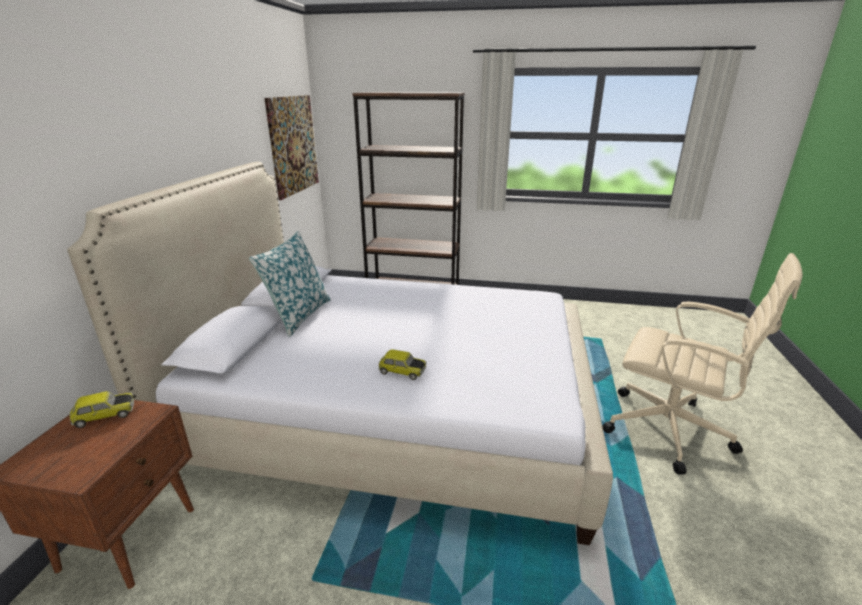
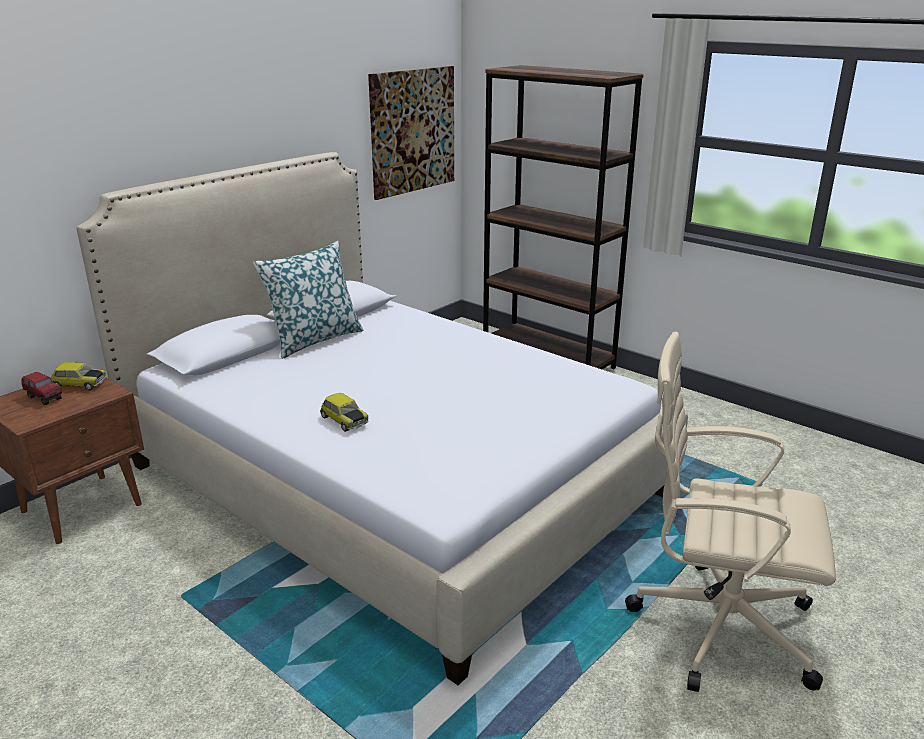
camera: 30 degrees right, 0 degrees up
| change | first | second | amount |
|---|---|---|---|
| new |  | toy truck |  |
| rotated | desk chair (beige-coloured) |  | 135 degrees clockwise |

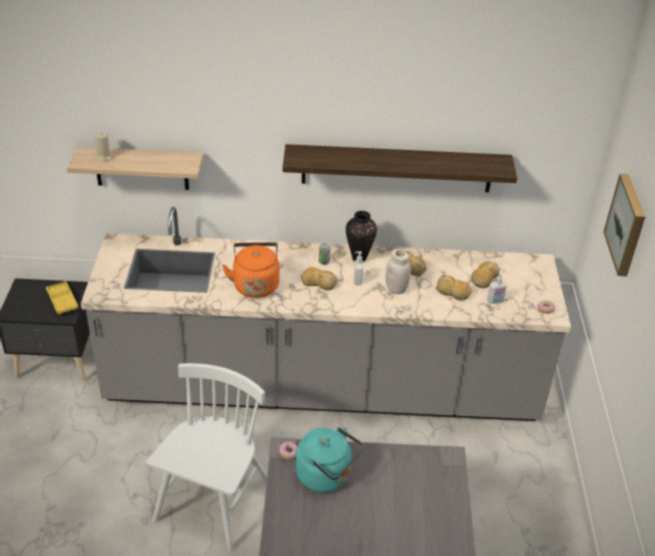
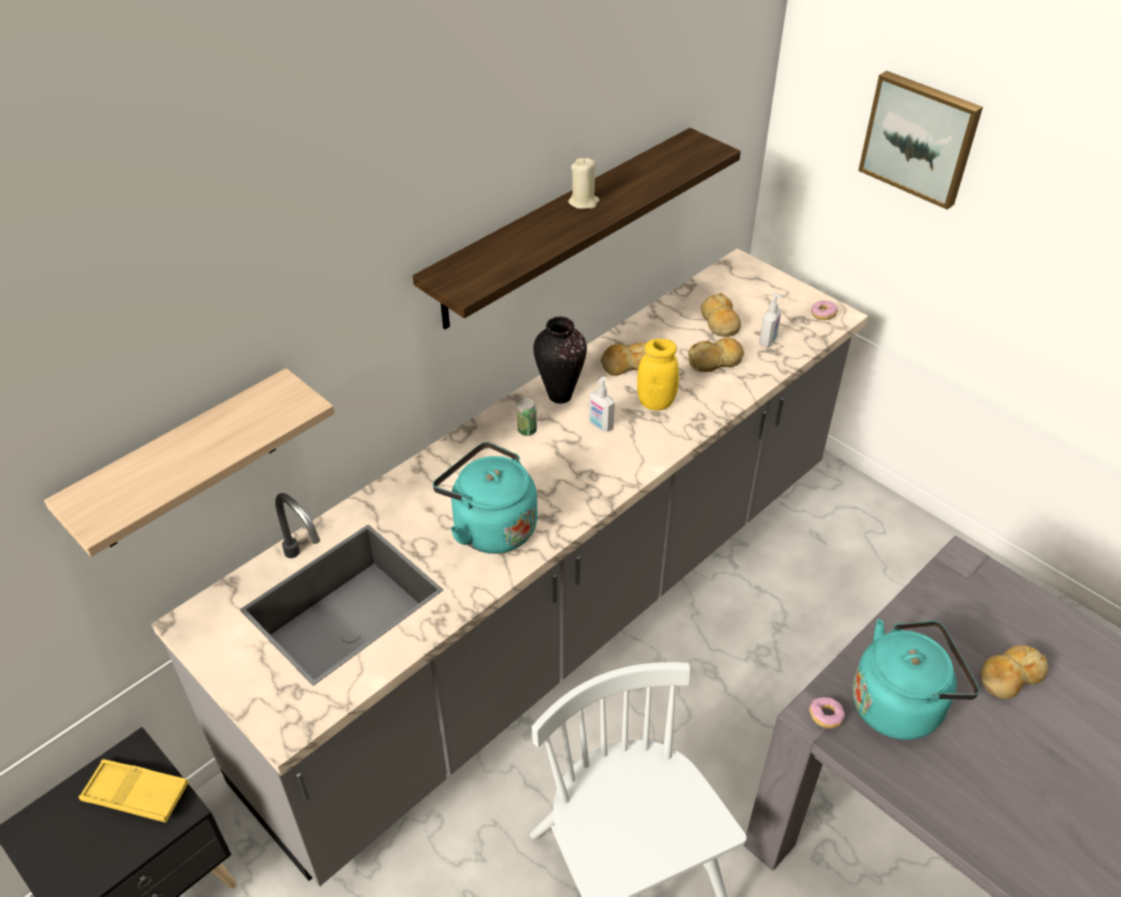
camera: 45 degrees left, 5 degrees up
| change | first | second | amount |
|---|---|---|---|
| repainted | kettle (orange) | kettle (turquoise-coloured) (no. 1 from left) |  |
| shifted | wax light (beige-coloured) |  |  |
| repainted | jar (white) | jar (yellow) |  |
| shifted | bread (no. 1 from left in the first image) | bread (no. 4 from left) |  |

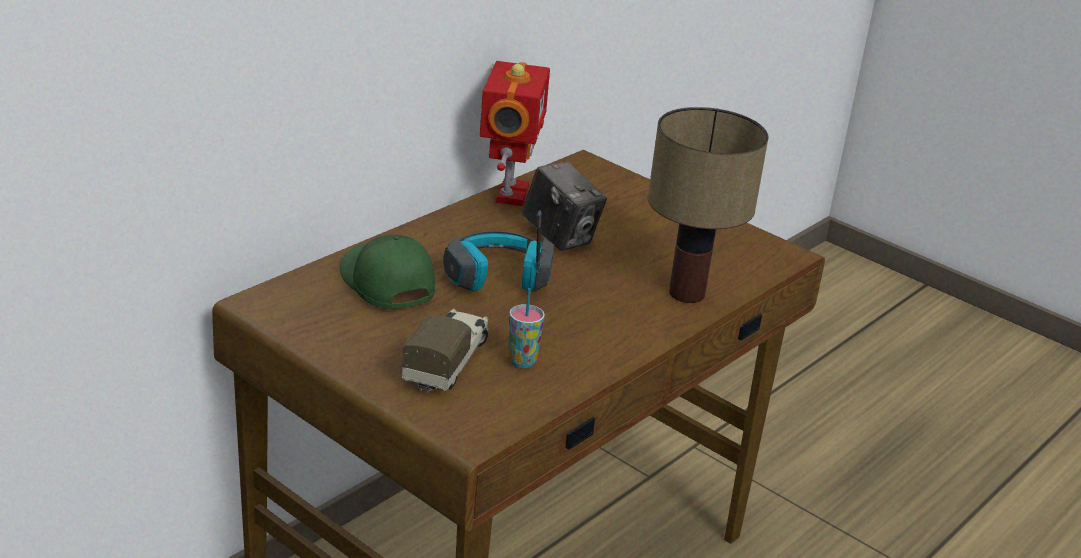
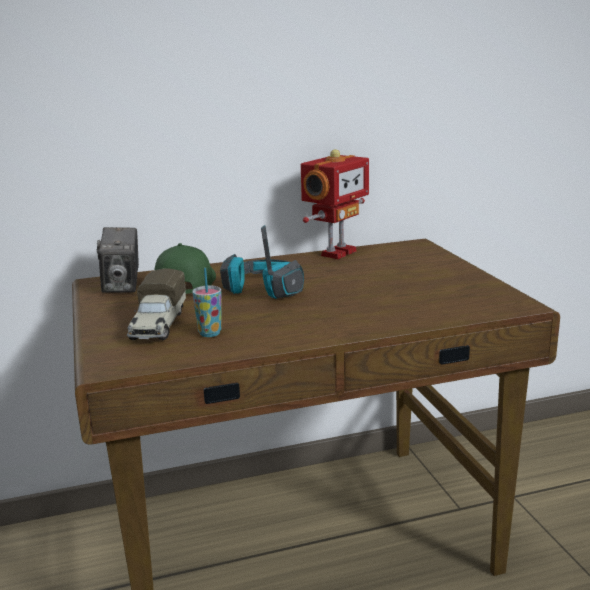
camera: 35 degrees right, 10 degrees down
| change | first | second | amount |
|---|---|---|---|
| shifted | photo camera |  |  |
| rotated | toy truck |  | 135 degrees clockwise |
| gone | table lamp |  |  |

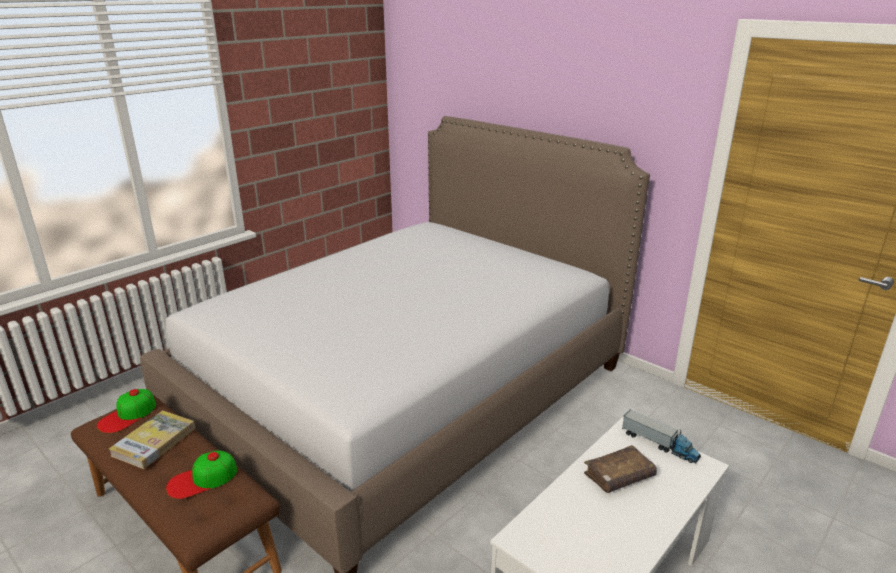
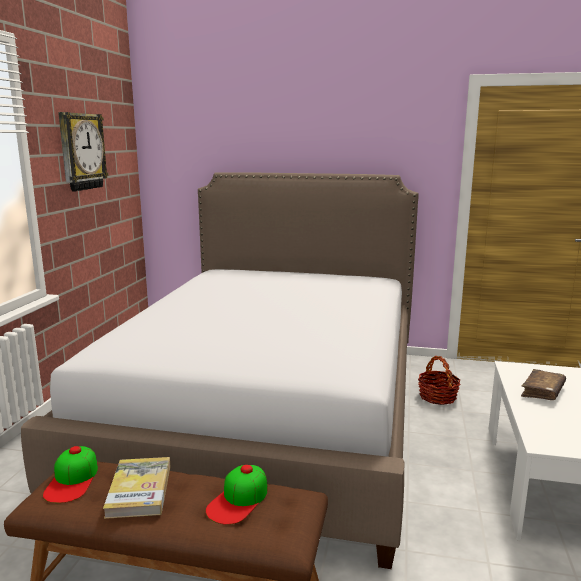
camera: 30 degrees left, 10 degrees down
| change | first | second | amount |
|---|---|---|---|
| new |  | hanging clock |  |
| new |  | basket |  |
| gone | toy truck |  |  |

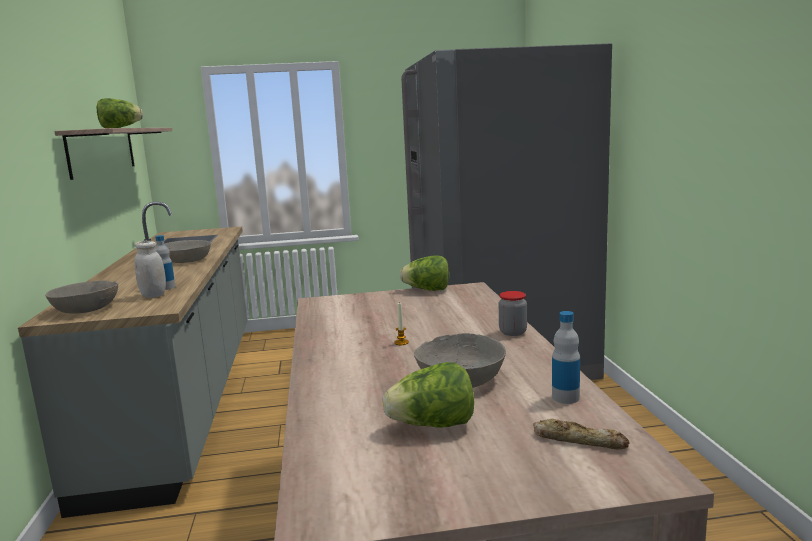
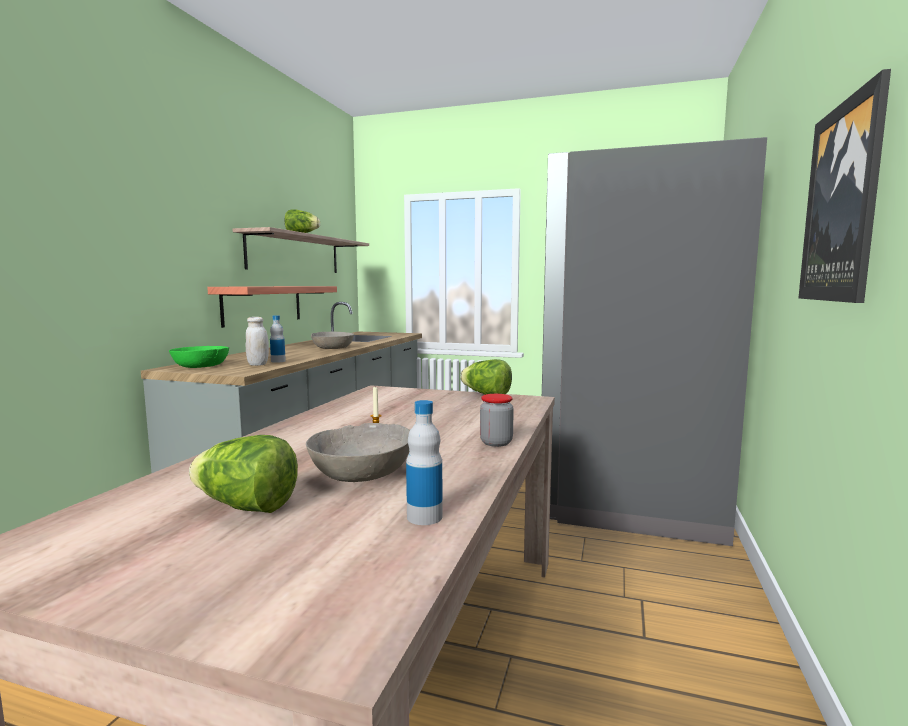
camera: 25 degrees right, 5 degrees down
| change | first | second | amount |
|---|---|---|---|
| repainted | serving bowl (grey) (no. 1 from left) | serving bowl (green) |  |
| new |  | shelf (no. 1 from left) |  |
| new |  | wall picture |  |
| gone | bread |  |  |

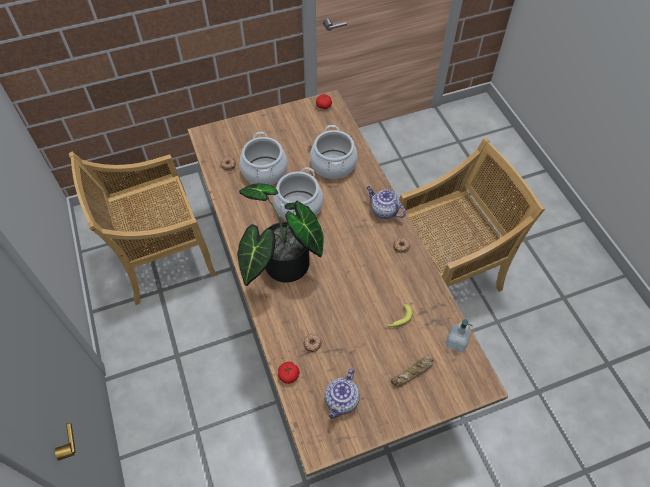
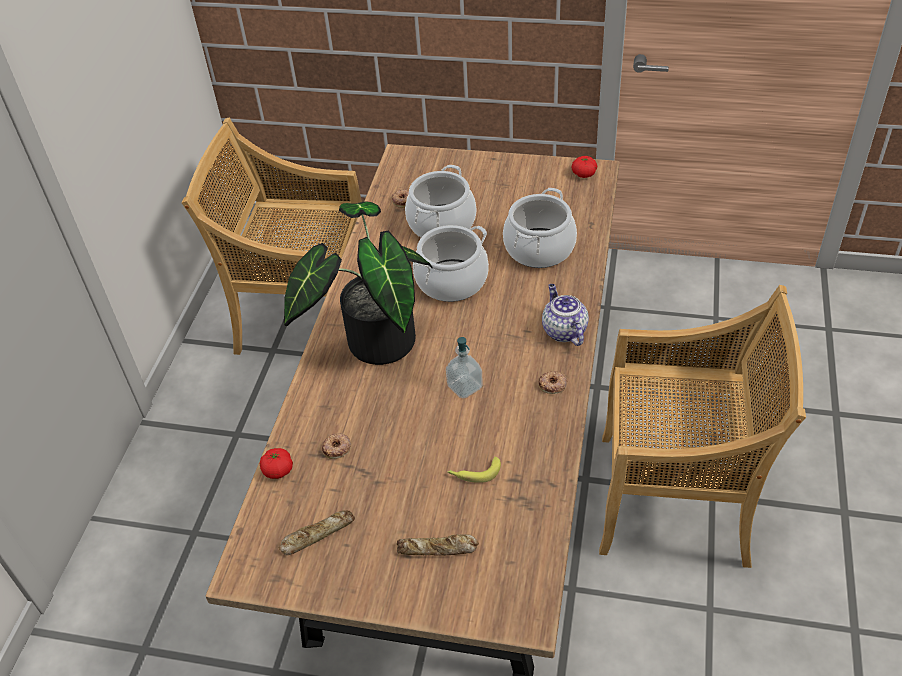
camera: 35 degrees right, 10 degrees down
| change | first | second | amount |
|---|---|---|---|
| swapped | pot for tea (no. 1 from left) | bread (no. 1 from left) |  |
| shifted | soap dispenser |  |  |

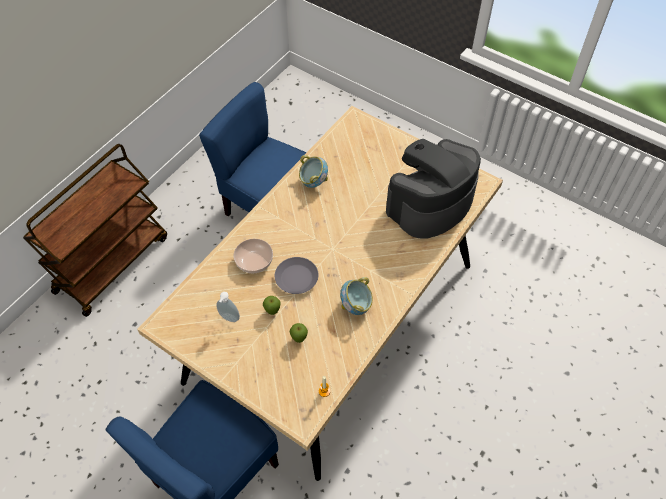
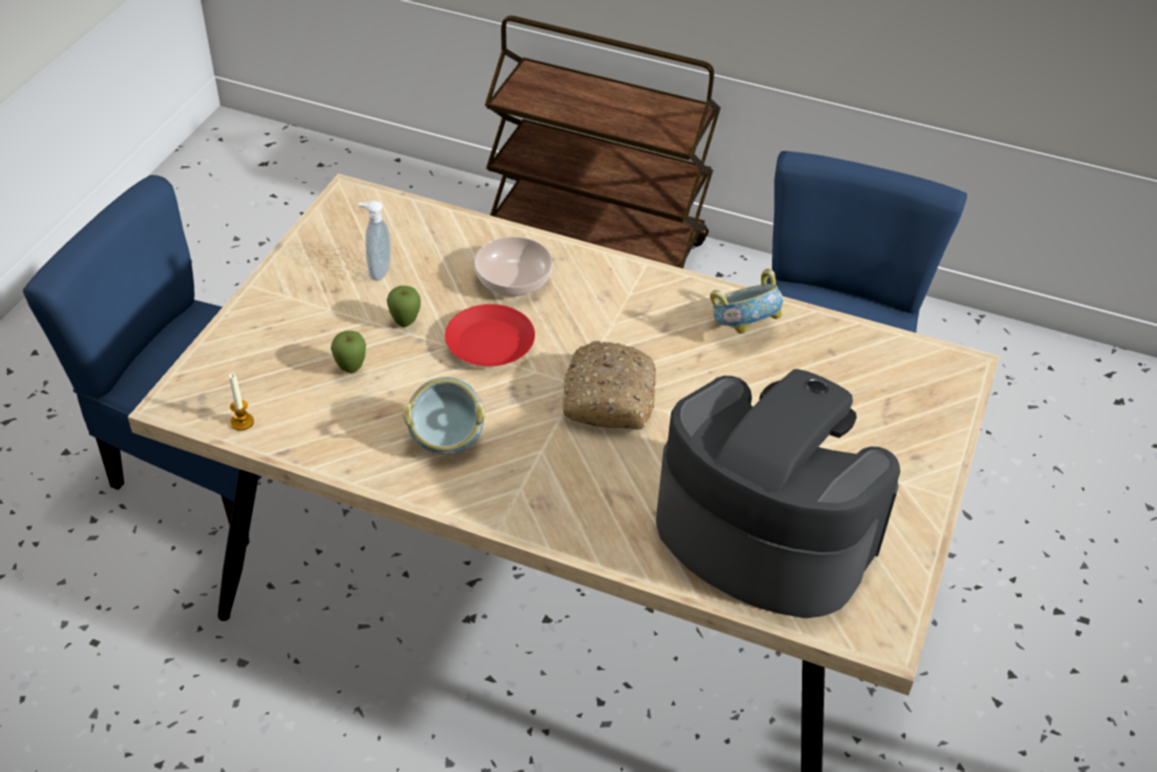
camera: 75 degrees right, 10 degrees down
| change | first | second | amount |
|---|---|---|---|
| repainted | plate (grey) | plate (red) |  |
| new |  | bread |  |

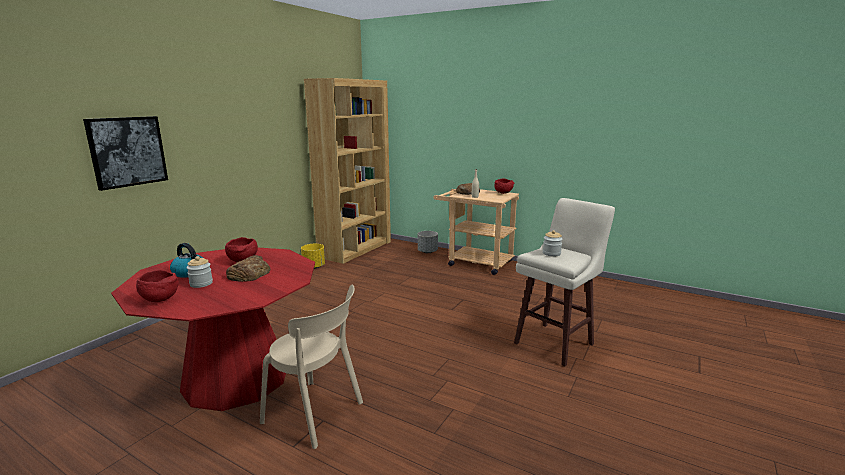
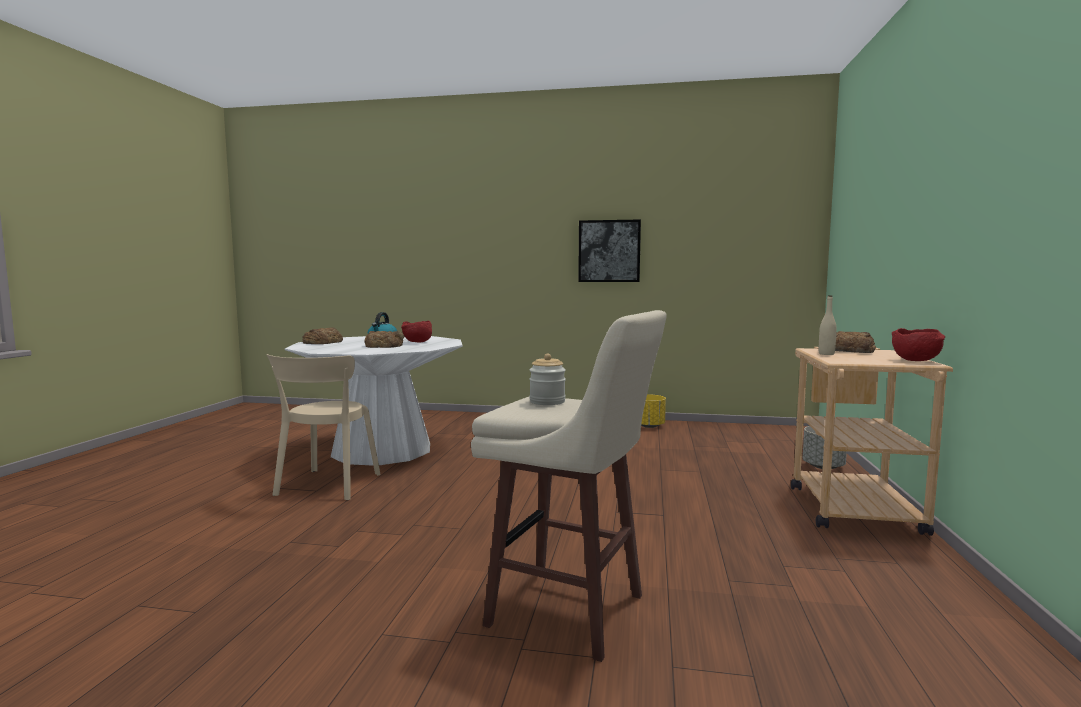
camera: 70 degrees right, 10 degrees down
| change | first | second | amount |
|---|---|---|---|
| repainted | dinner table (red) | dinner table (white) |  |
| swapped | serving bowl (red) (no. 1 from left) | bread (no. 1 from left) |  |
| shifted | wall picture |  |  |
| gone | jar (no. 1 from left) |  |  |
| gone | shelving unit (brown) |  |  |

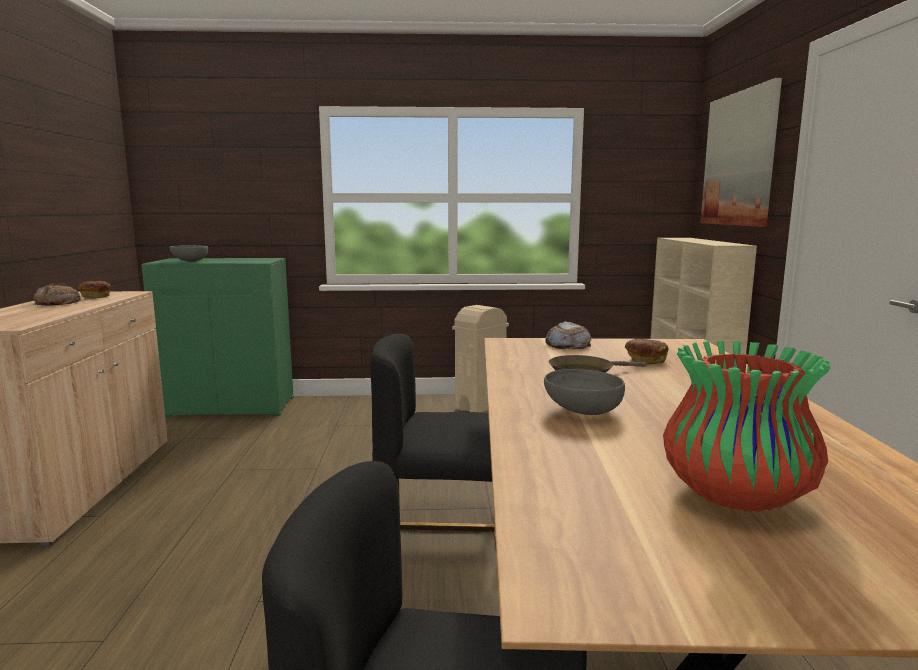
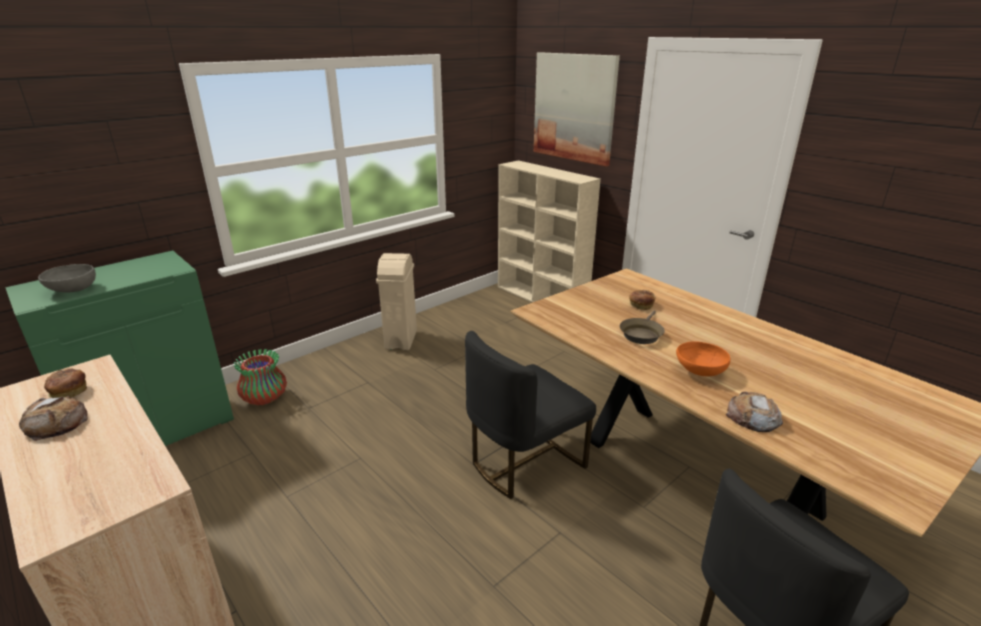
camera: 40 degrees left, 15 degrees up
| change | first | second | amount |
|---|---|---|---|
| shifted | flower vase |  |  |
| repainted | serving bowl (grey) (no. 2 from left) | serving bowl (orange) |  |
| shifted | bread (no. 3 from left in the first image) | bread (no. 4 from left) |  |

